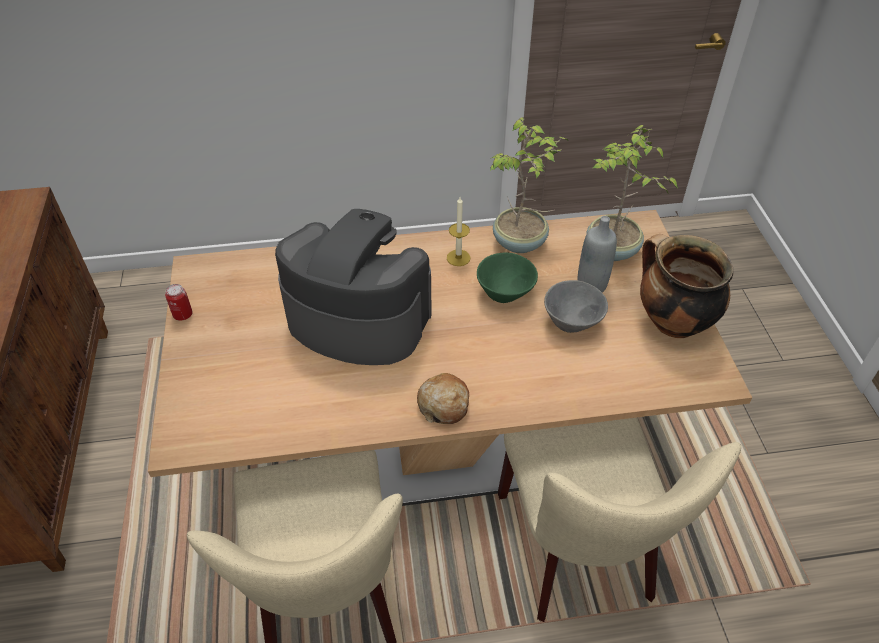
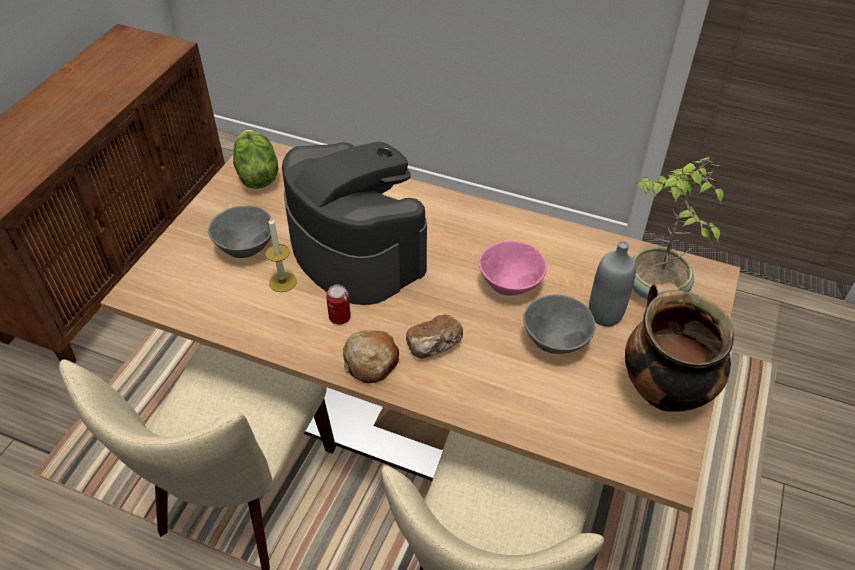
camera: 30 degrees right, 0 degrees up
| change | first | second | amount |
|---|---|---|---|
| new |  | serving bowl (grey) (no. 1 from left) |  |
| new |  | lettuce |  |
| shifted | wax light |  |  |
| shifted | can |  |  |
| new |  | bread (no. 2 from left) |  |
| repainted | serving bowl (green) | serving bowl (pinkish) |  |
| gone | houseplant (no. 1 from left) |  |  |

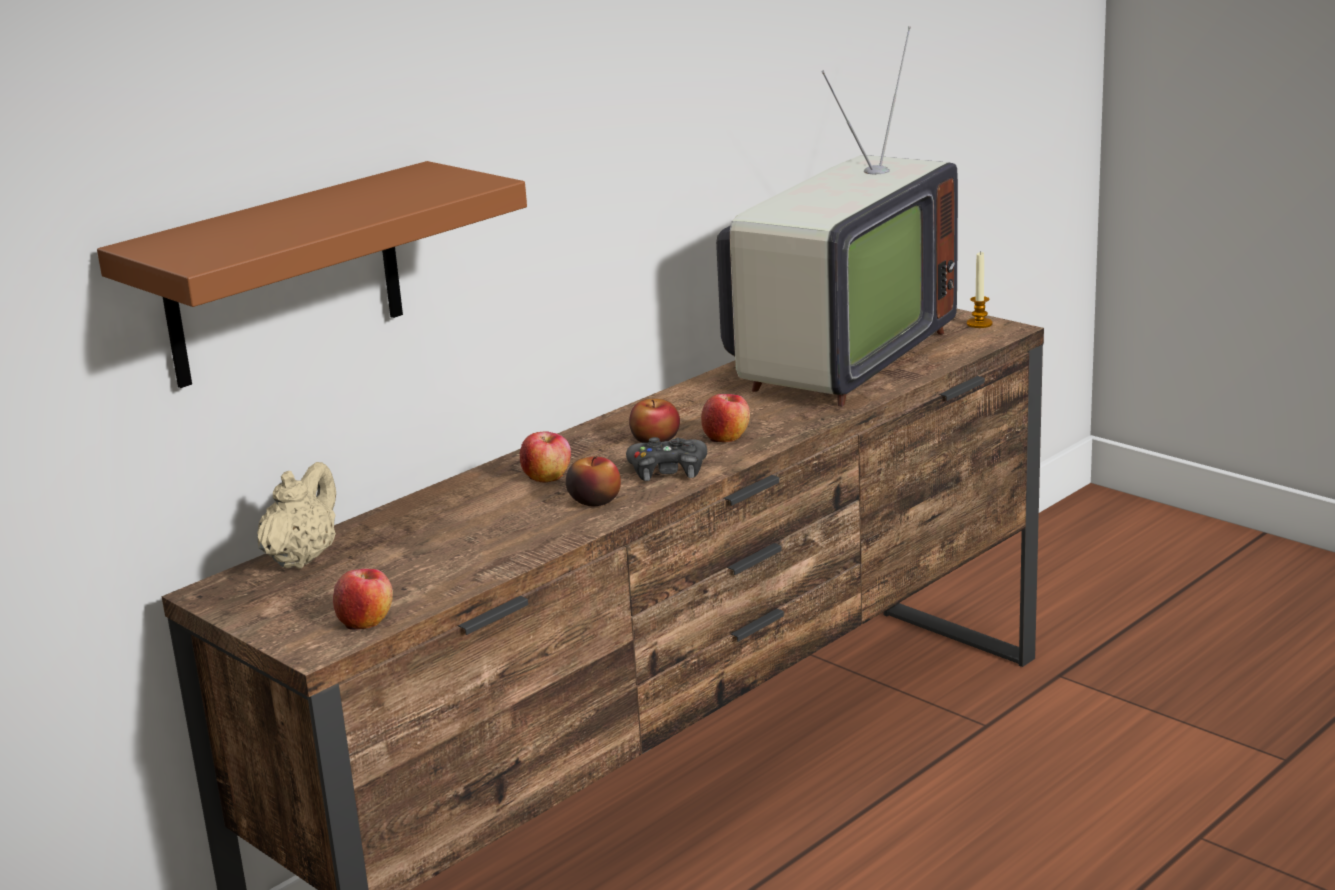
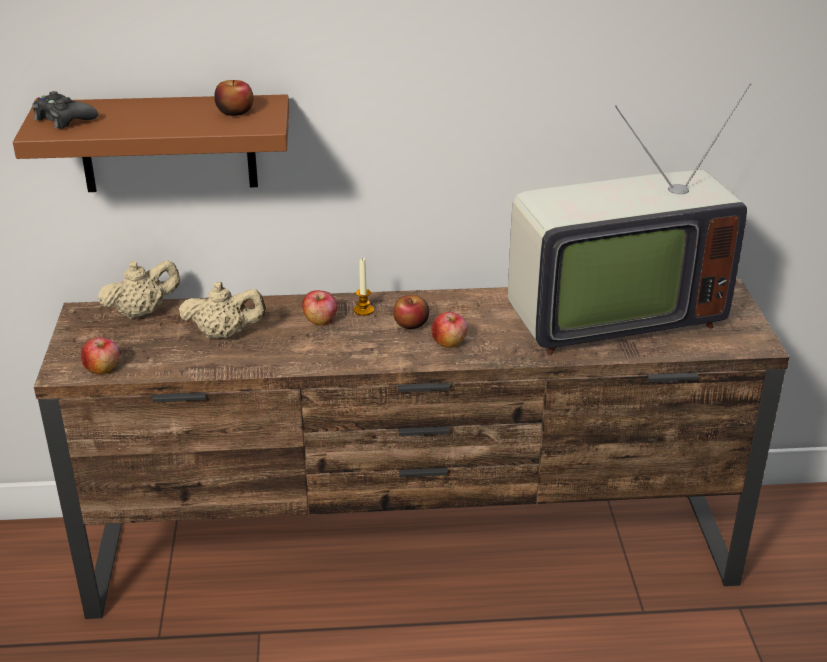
camera: 40 degrees right, 10 degrees up
| change | first | second | amount |
|---|---|---|---|
| shifted | game controller (black) |  |  |
| new |  | pot for tea (beige-coloured) (no. 2 from left) |  |
| shifted | apple fruit (no. 3 from left in the first image) | apple fruit (no. 2 from left) |  |
| shifted | wax light |  |  |

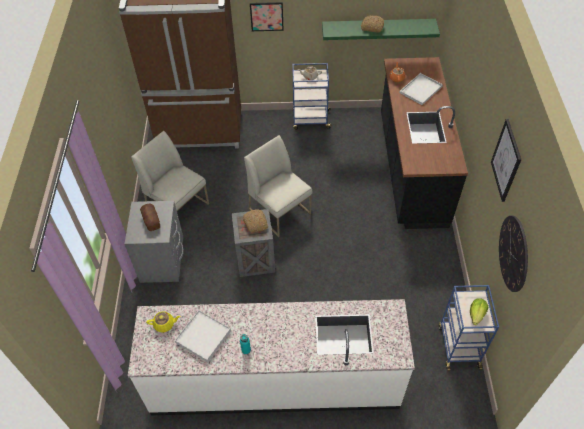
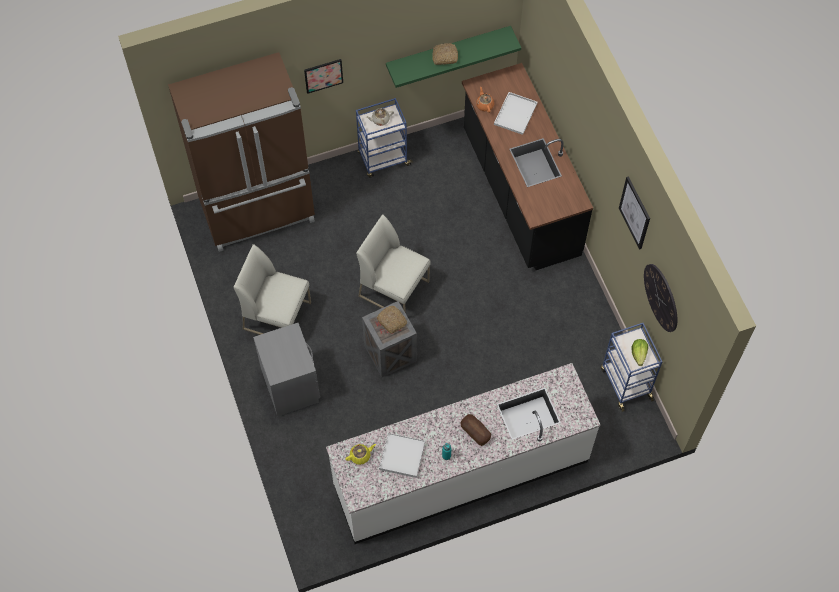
camera: 20 degrees left, 10 degrees up
| change | first | second | amount |
|---|---|---|---|
| shifted | bread (no. 1 from left in the first image) | bread (no. 3 from left) |  |

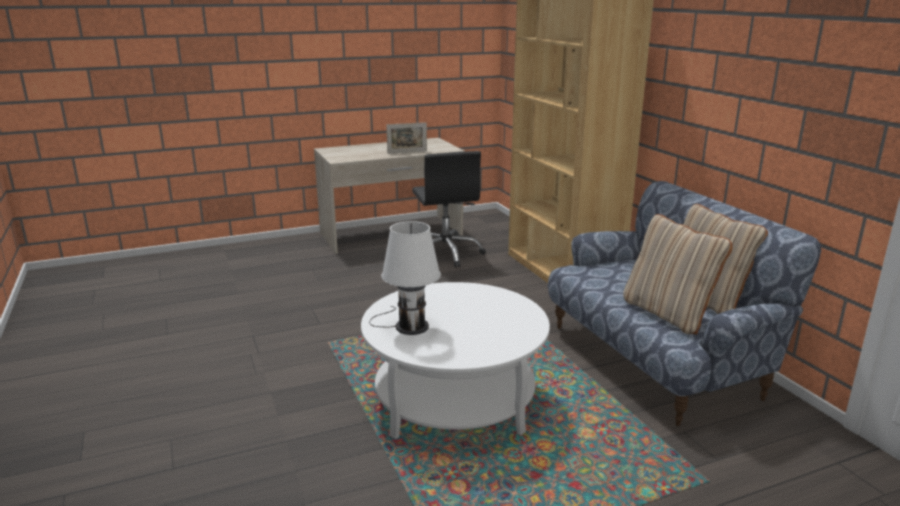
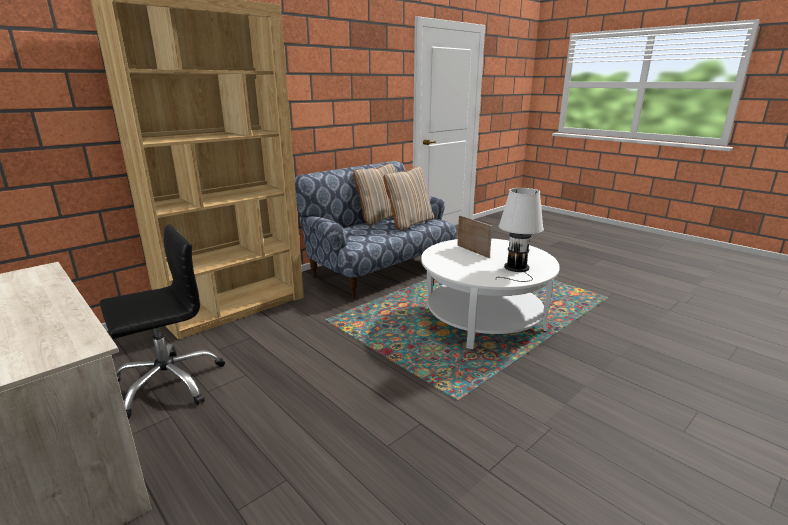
camera: 110 degrees left, 0 degrees up
| change | first | second | amount |
|---|---|---|---|
| shifted | picture frame |  |  |

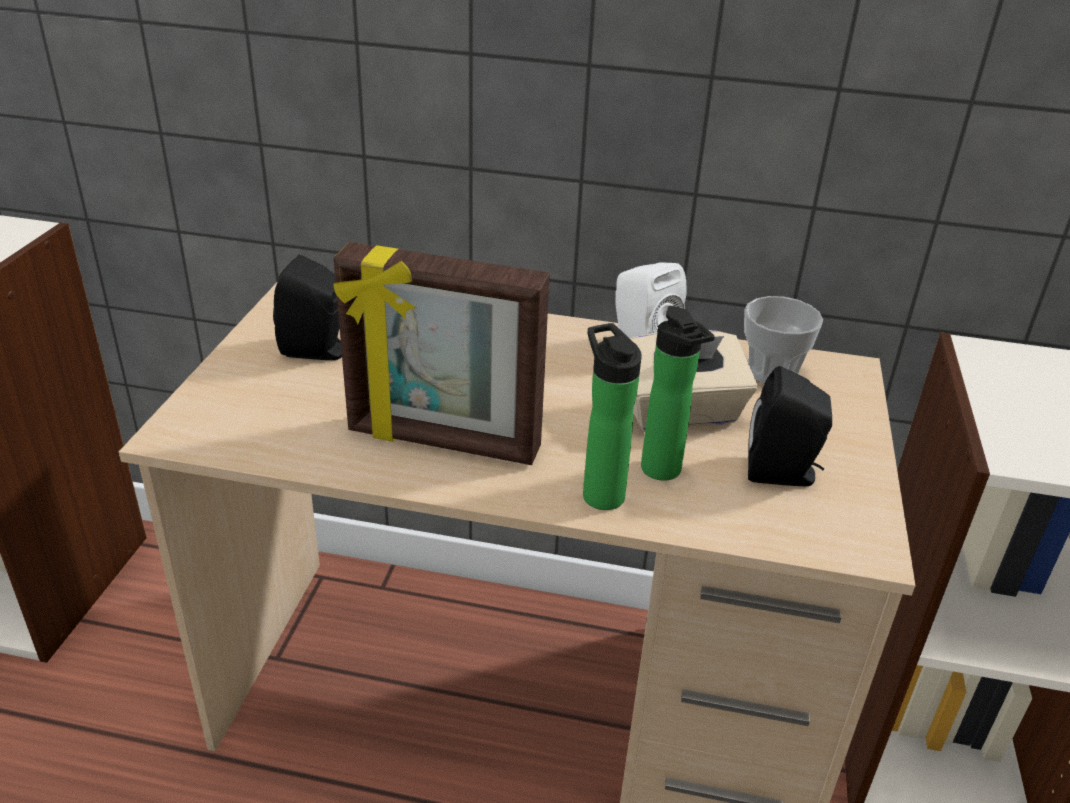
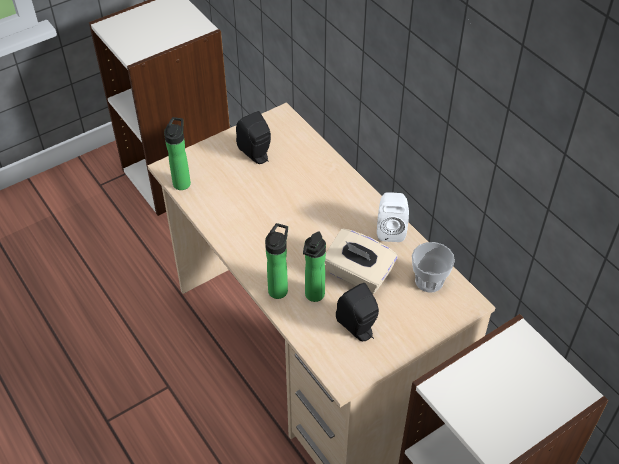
camera: 45 degrees right, 15 degrees up
| change | first | second | amount |
|---|---|---|---|
| new |  | bottle (no. 1 from left) |  |
| gone | picture frame |  |  |

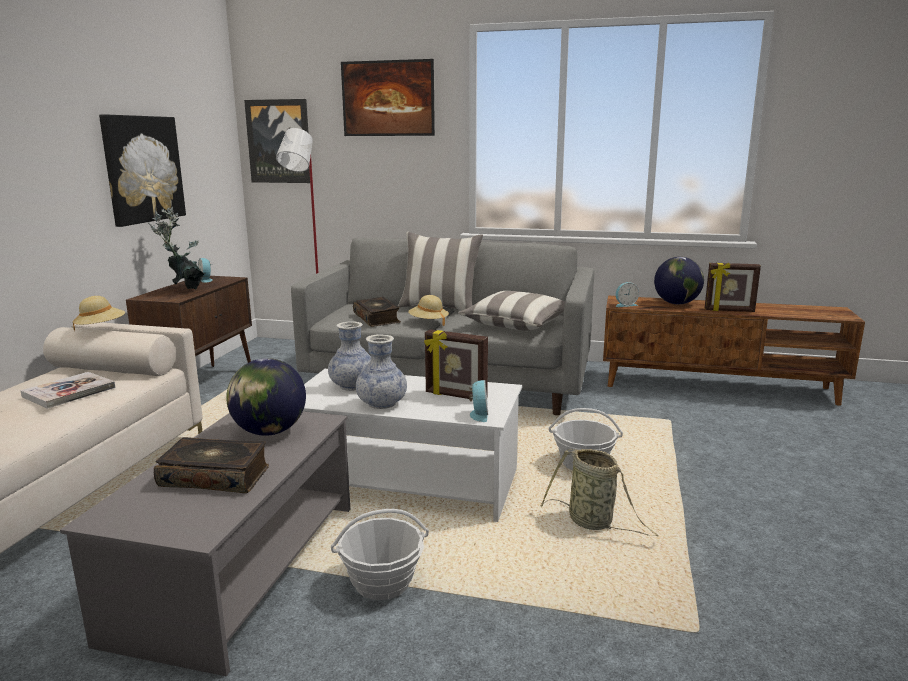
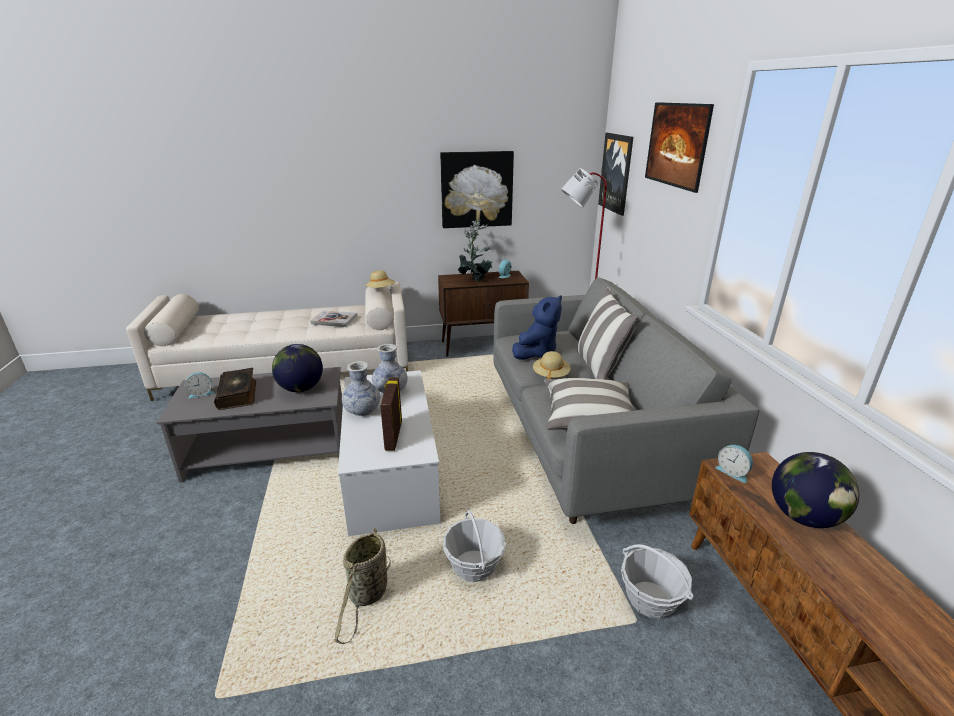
camera: 65 degrees right, 10 degrees up
| change | first | second | amount |
|---|---|---|---|
| shifted | bedside clock (no. 2 from left in the first image) | bedside clock (no. 1 from left) |  |
| swapped | volume (no. 3 from left) | soft toy (blue) |  |
| shifted | basket (no. 1 from left in the first image) | basket (no. 3 from left) |  |
| gone | picture frame (no. 2 from left) |  |  |

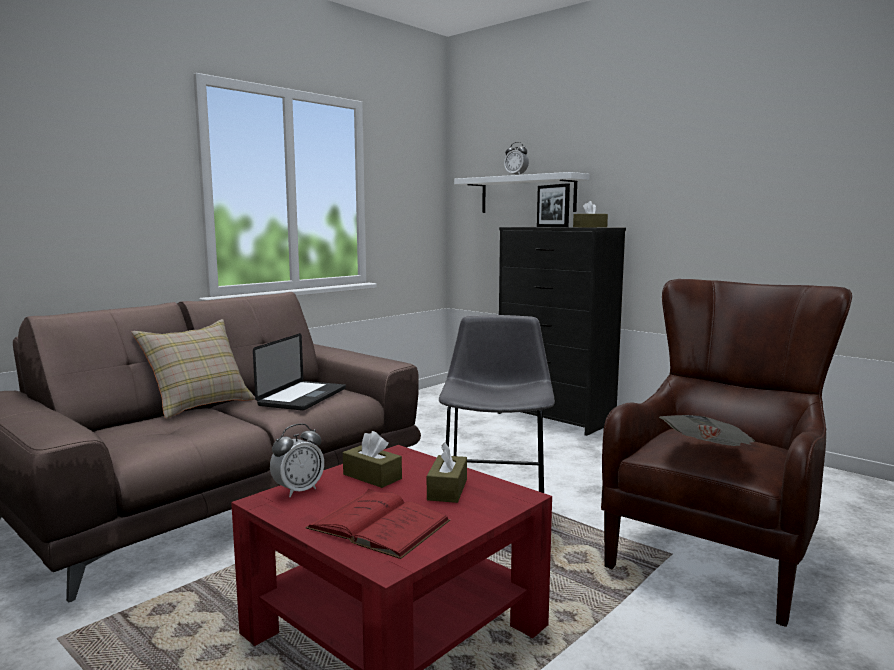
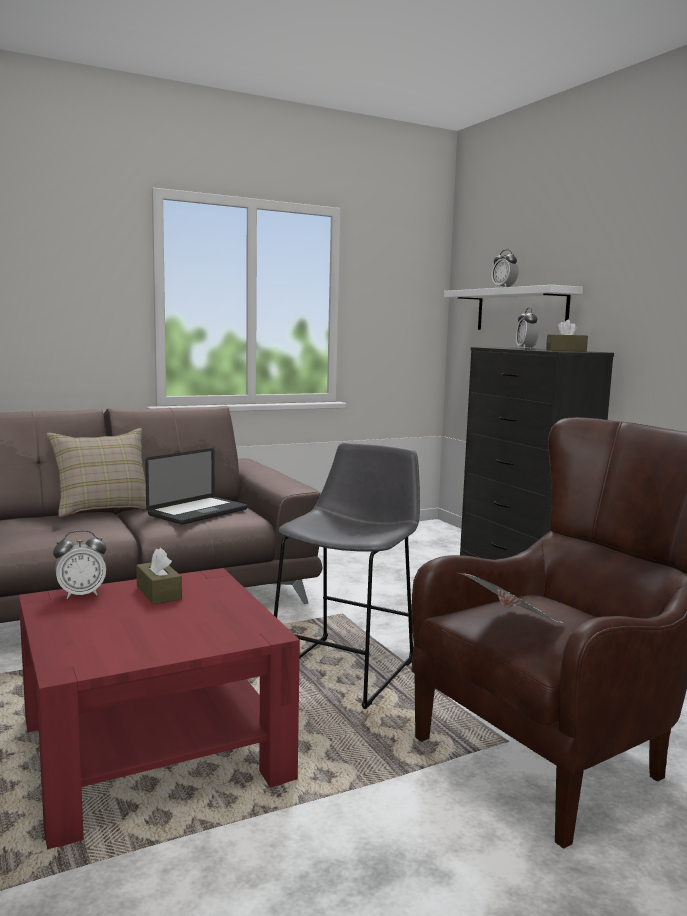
camera: 20 degrees right, 0 degrees up
| change | first | second | amount |
|---|---|---|---|
| swapped | picture frame | bedside clock (no. 3 from left) |  |
| gone | volume (red) |  |  |
| gone | tissue holder (brown) (no. 2 from left) |  |  |

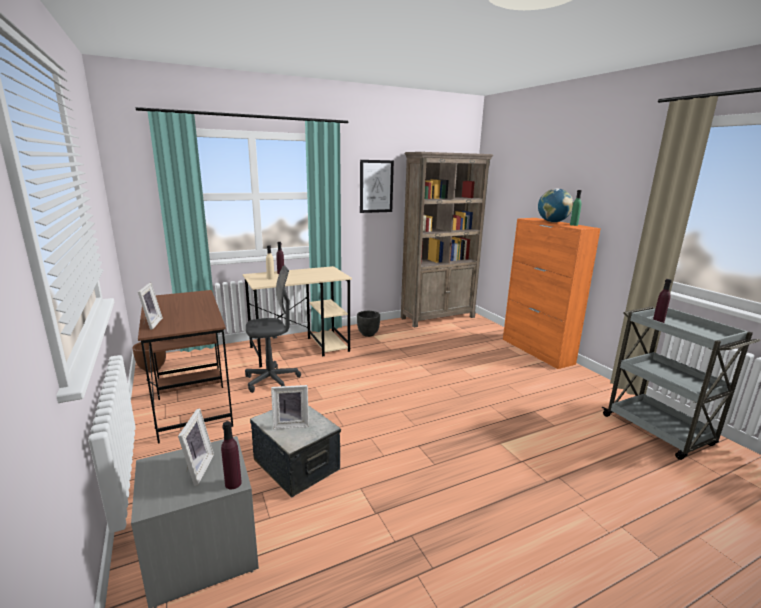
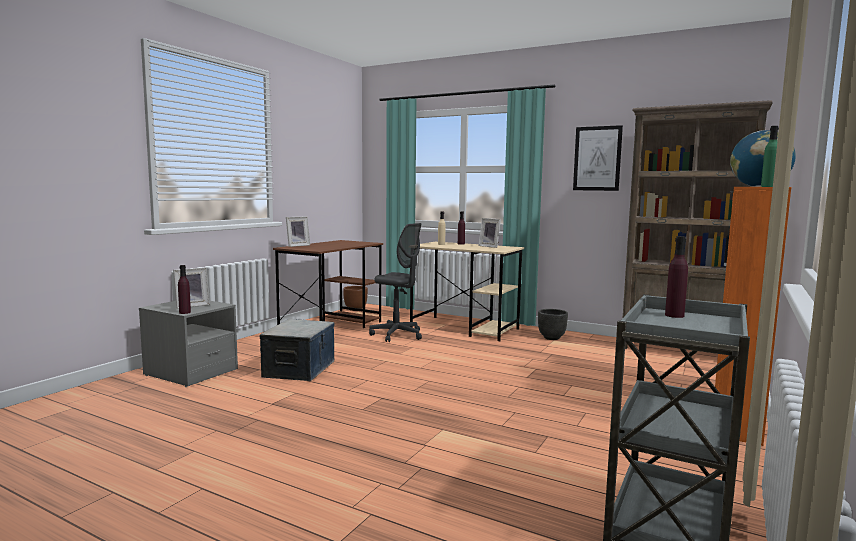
camera: 55 degrees right, 10 degrees down
| change | first | second | amount |
|---|---|---|---|
| shifted | picture frame (no. 3 from left) |  |  |

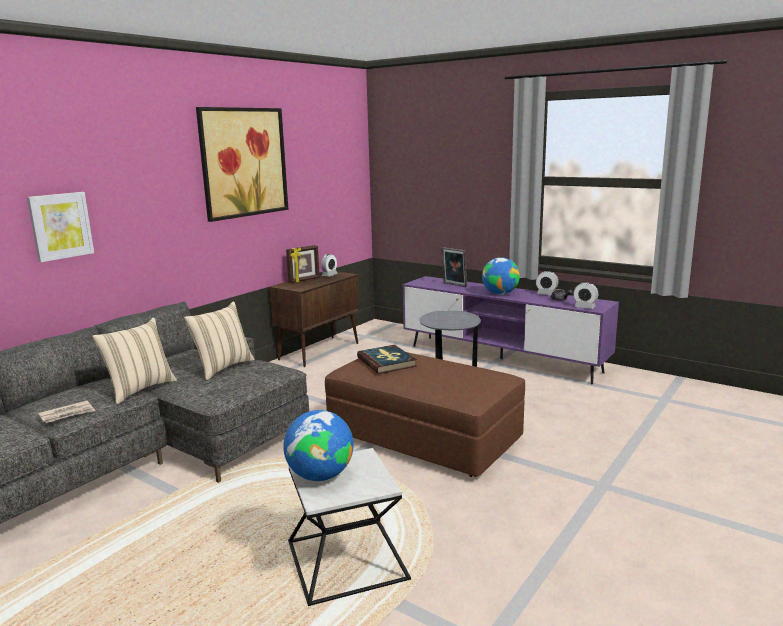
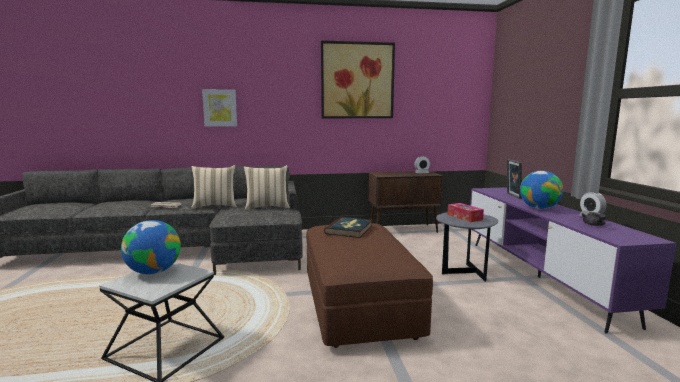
camera: 45 degrees right, 5 degrees down
| change | first | second | amount |
|---|---|---|---|
| new |  | tissue holder |  |
| gone | picture frame (no. 1 from left) |  |  |
| gone | bedside clock (no. 3 from left) |  |  |

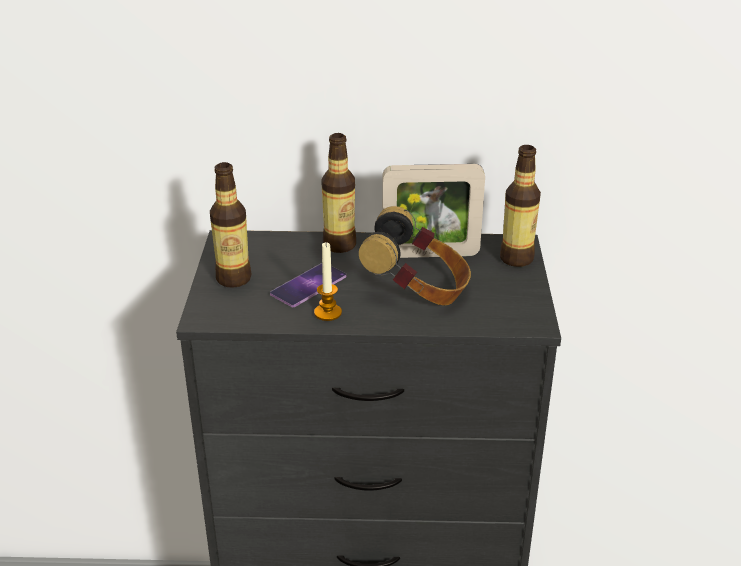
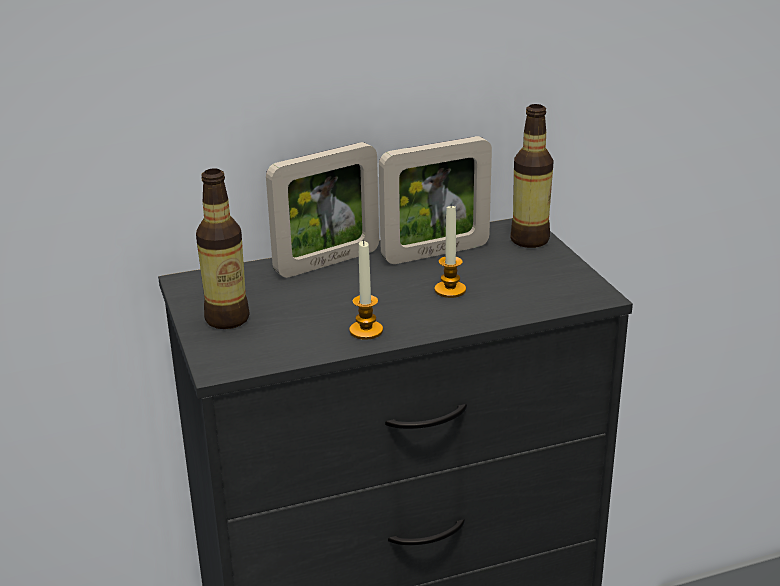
camera: 20 degrees left, 5 degrees down
| change | first | second | amount |
|---|---|---|---|
| swapped | bottle (no. 2 from left) | picture frame (no. 1 from left) |  |
| swapped | headset | wax light (no. 2 from left) |  |
| gone | handset |  |  |

